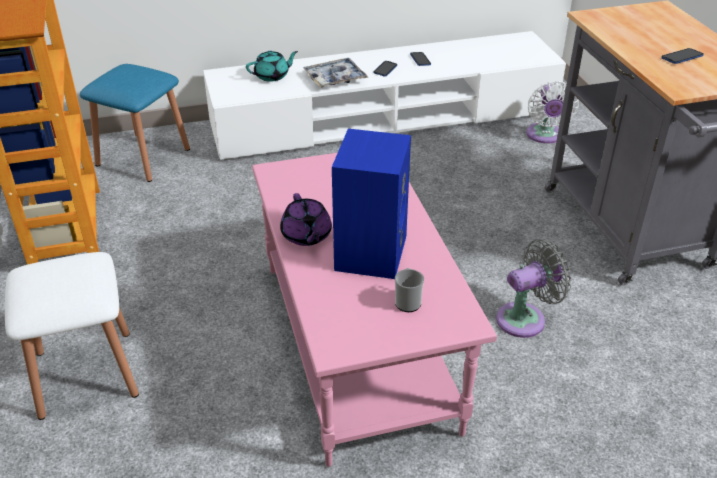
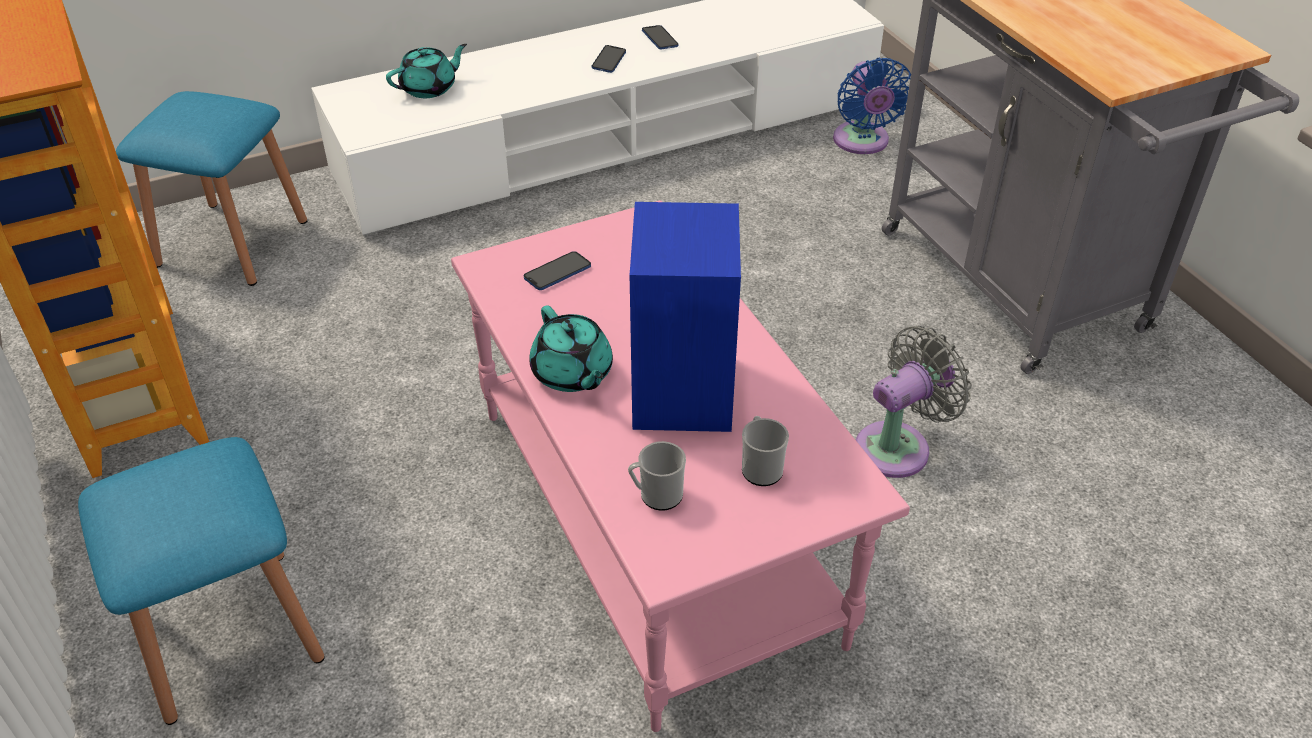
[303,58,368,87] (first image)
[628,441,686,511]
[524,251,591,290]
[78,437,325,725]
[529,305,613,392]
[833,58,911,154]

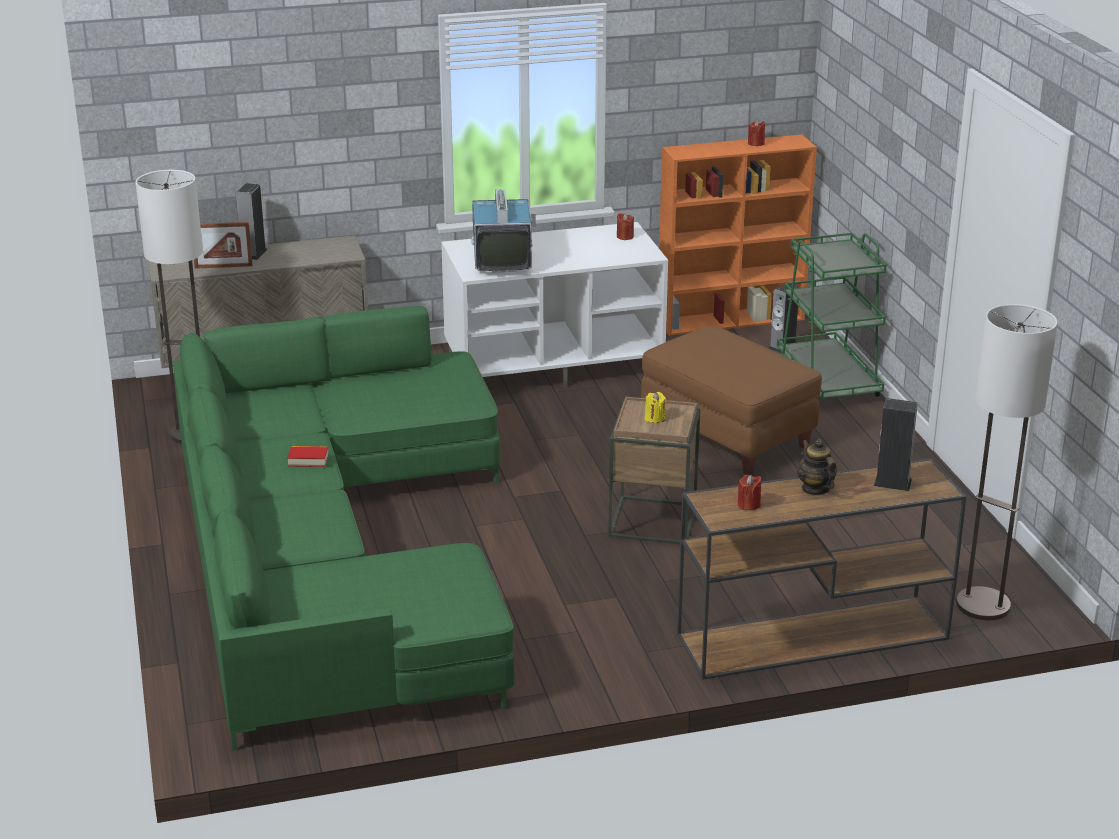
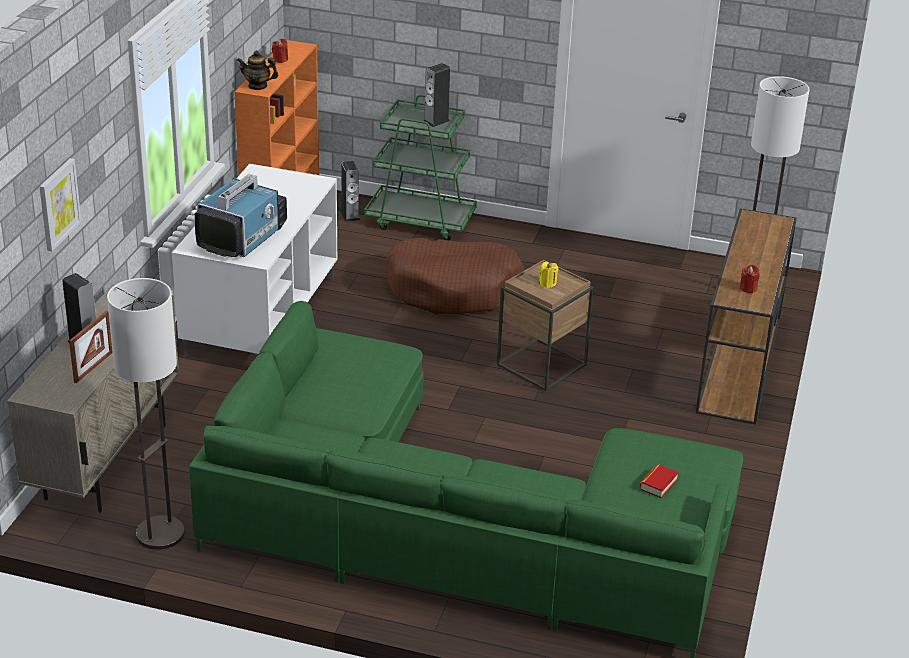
[617,213,634,240] (first image)
[40,158,81,251]
[640,464,679,498]
[237,51,278,90]
[424,63,450,127]
[385,238,525,314]
[195,174,287,257]

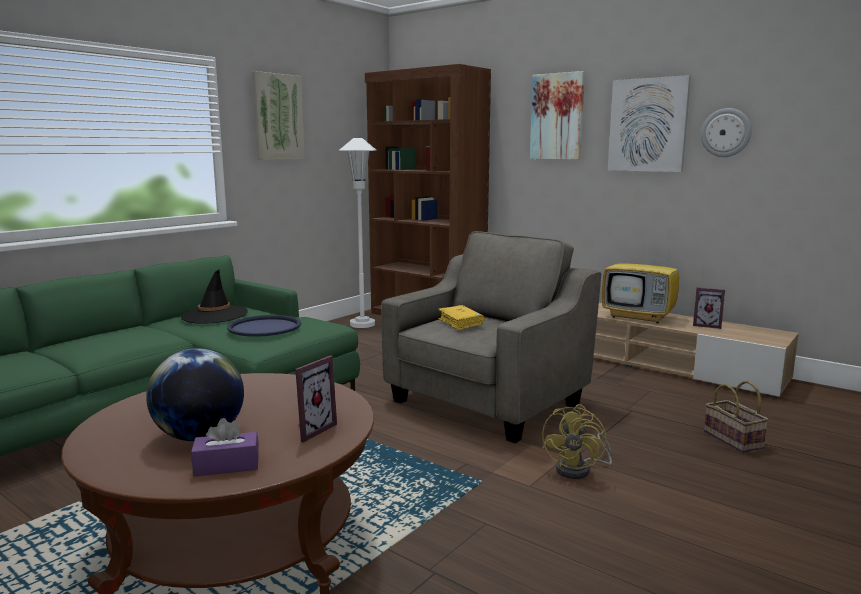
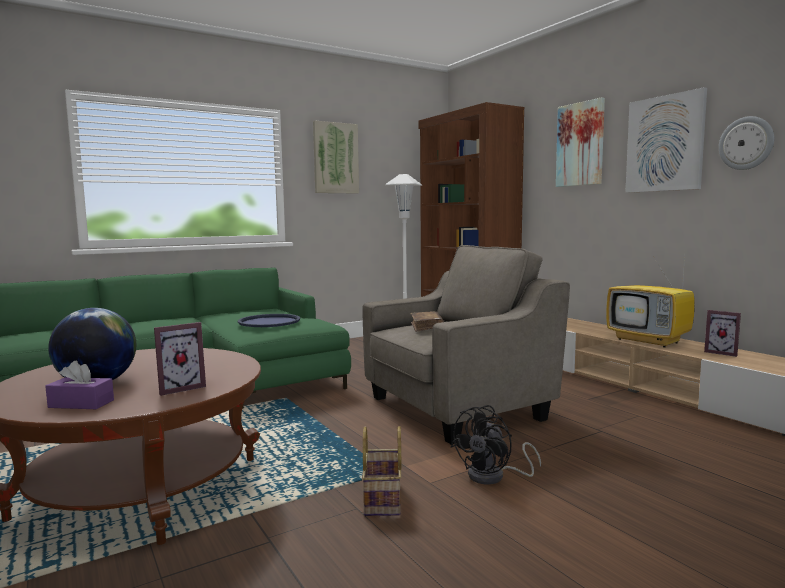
[181,269,248,323] (first image)
[362,426,402,516]
[410,311,444,332]
[451,405,541,485]

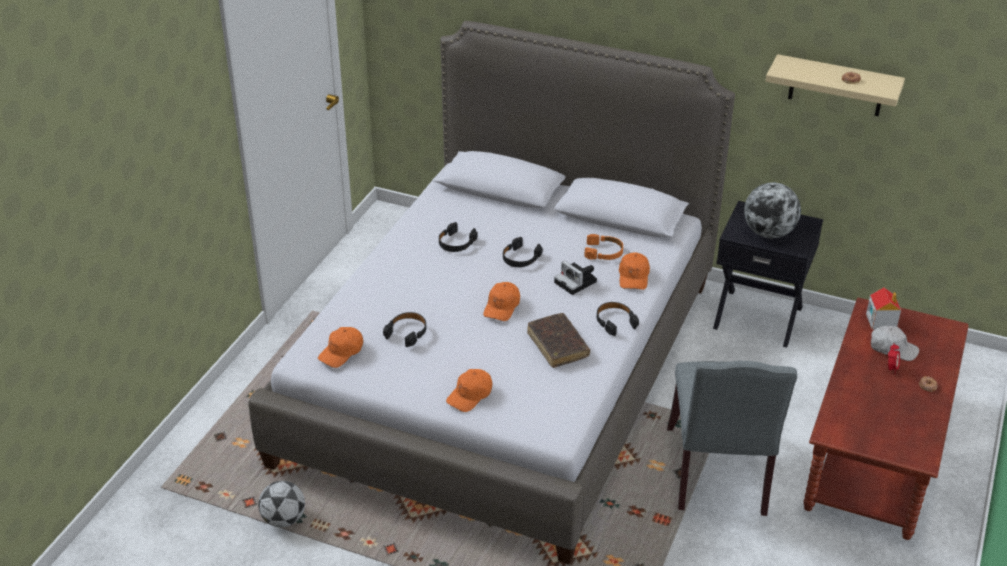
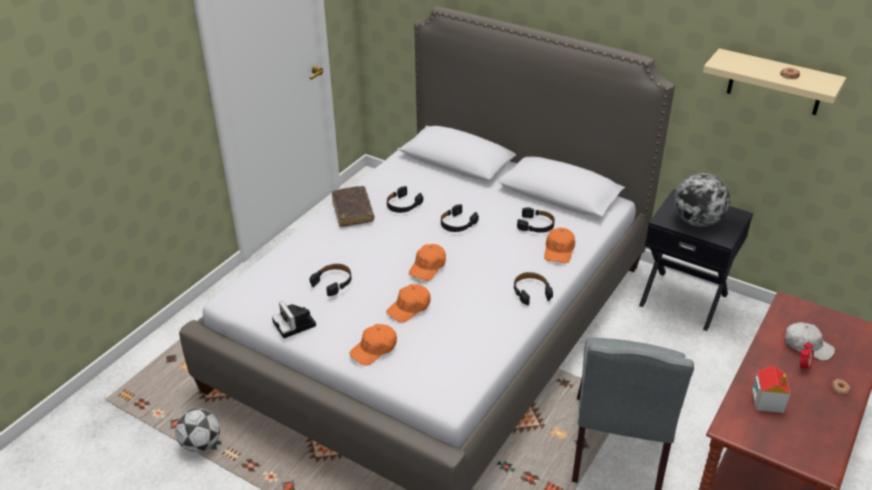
[386,284,431,323]
[332,186,374,227]
[272,301,316,338]
[752,365,790,413]
[517,207,555,233]

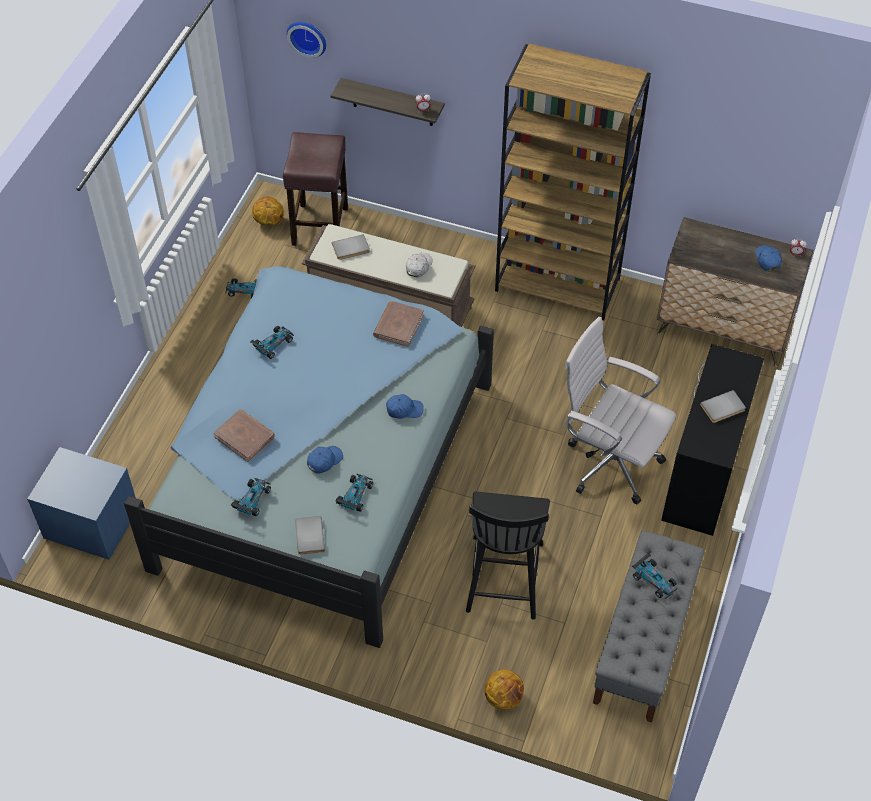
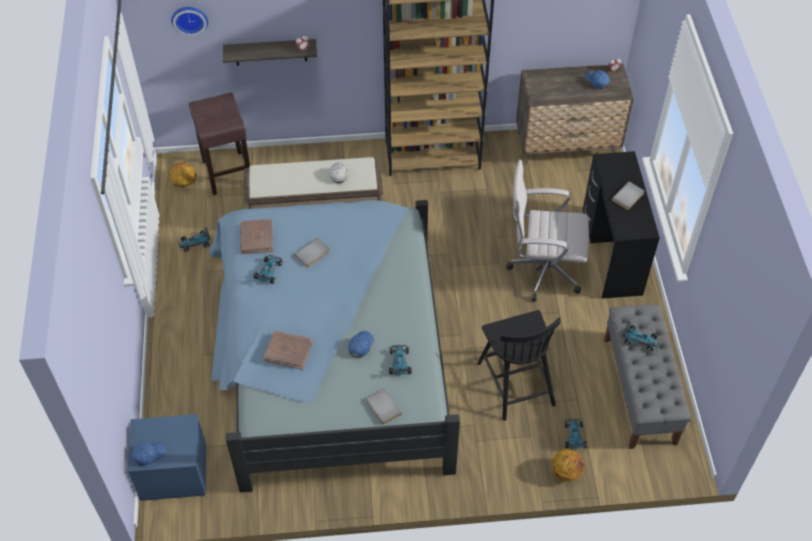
[564,419,587,449]
[294,238,330,268]
[240,219,273,254]
[132,442,166,466]

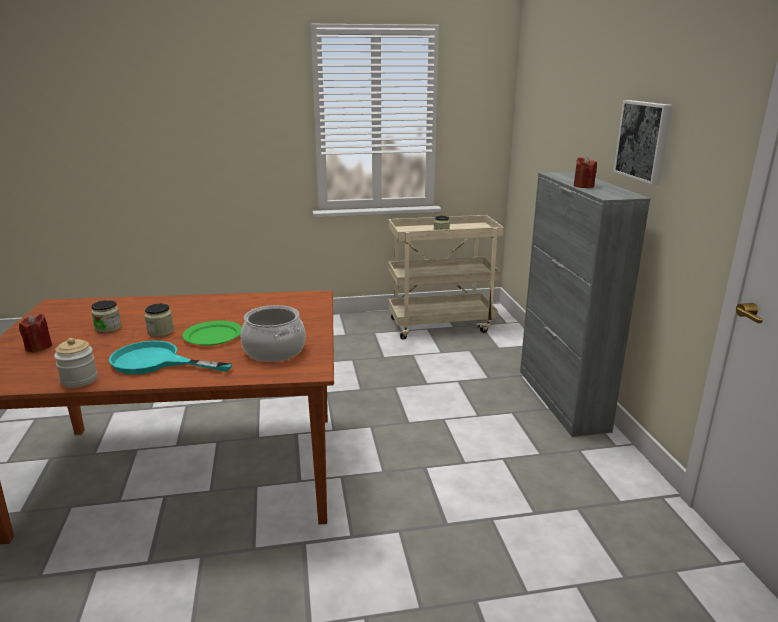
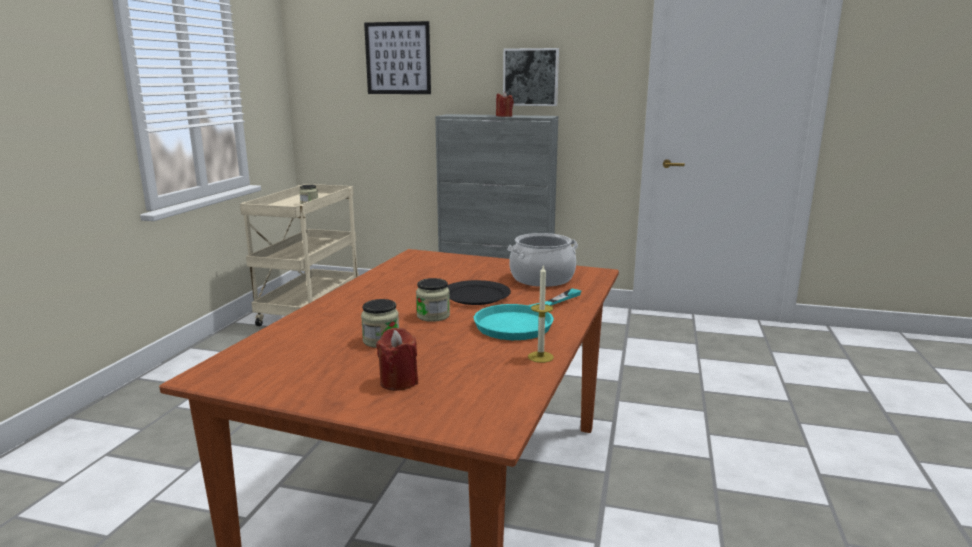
[364,21,431,94]
[528,264,554,363]
[447,280,511,305]

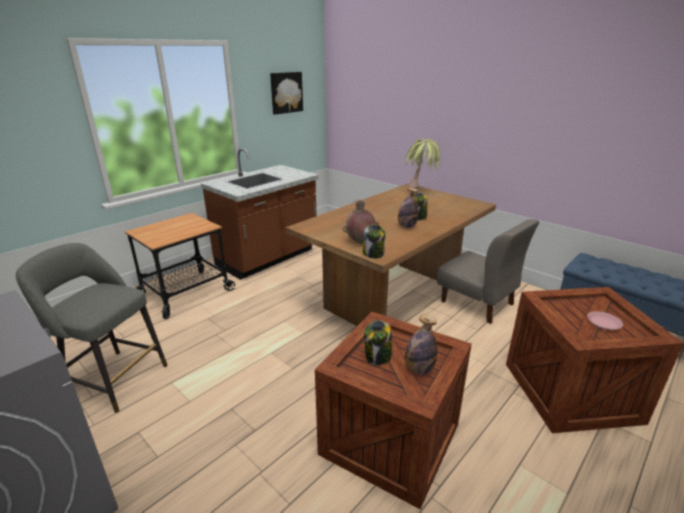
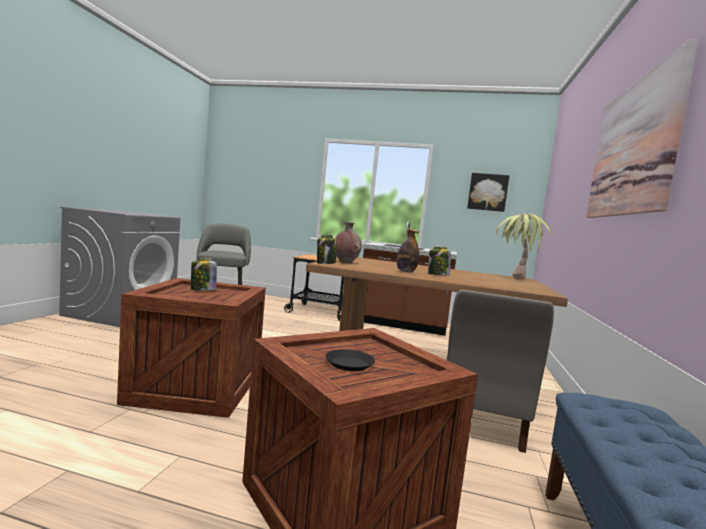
[405,315,438,375] (first image)
[586,40,698,218]
[325,349,375,371]

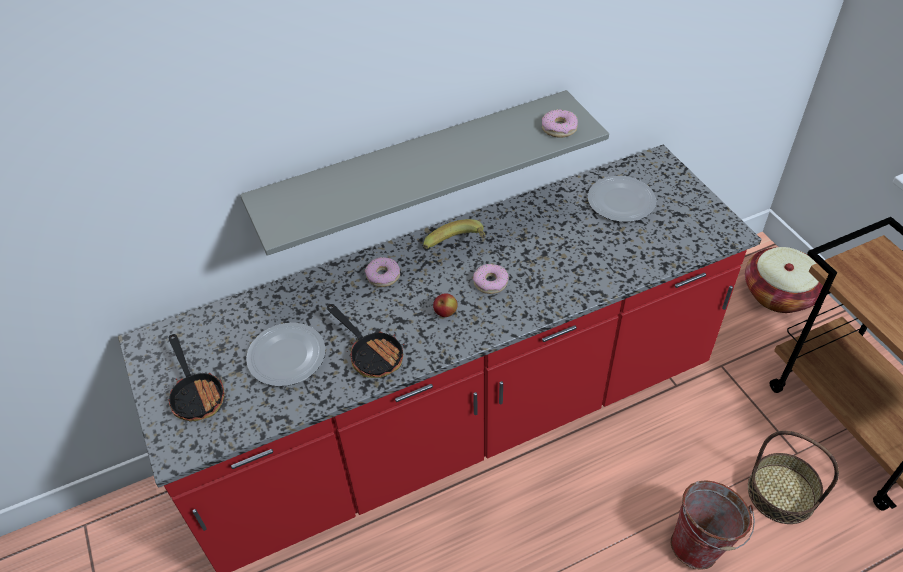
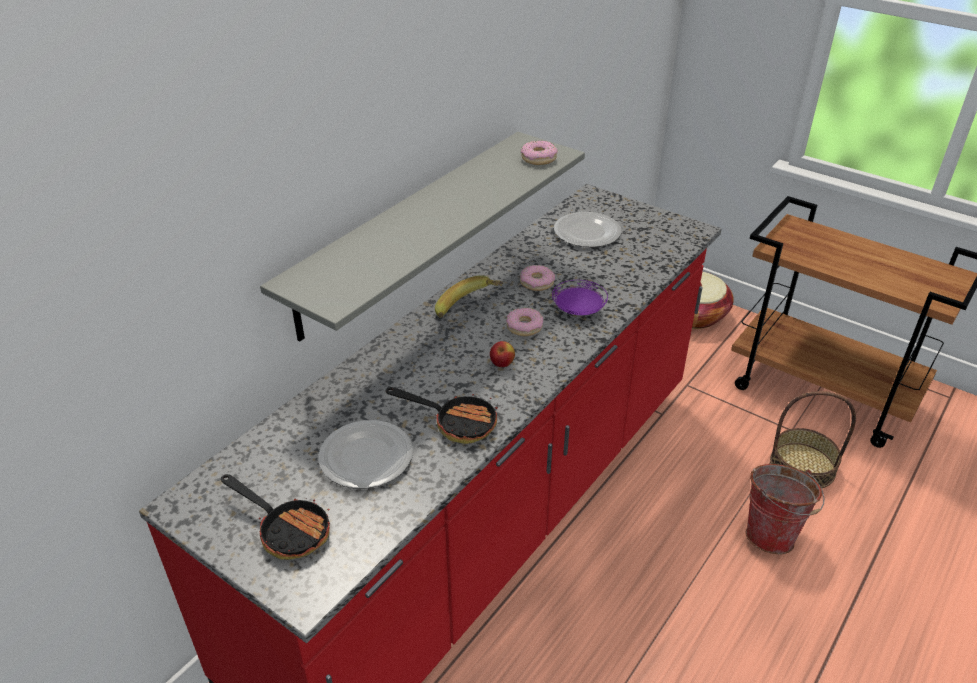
[552,280,608,315]
[520,265,555,291]

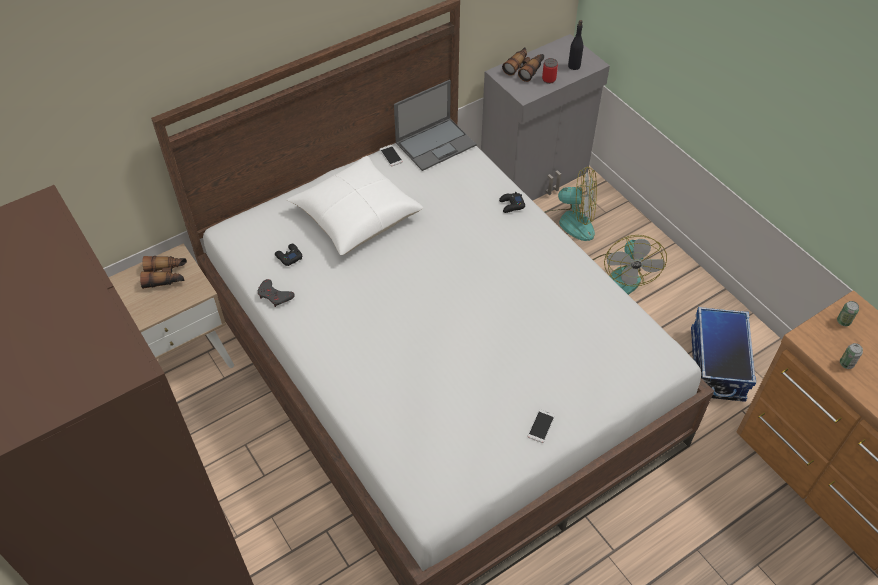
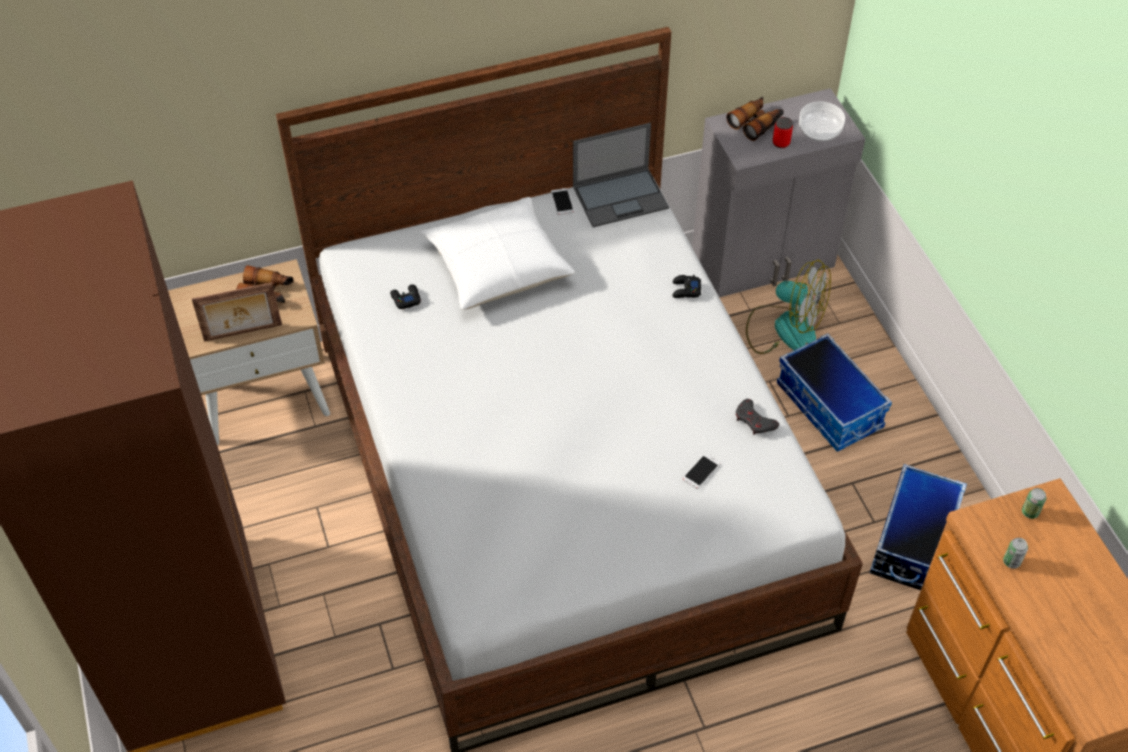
[192,282,282,341]
[736,399,779,435]
[682,454,720,489]
[799,101,845,142]
[777,333,892,452]

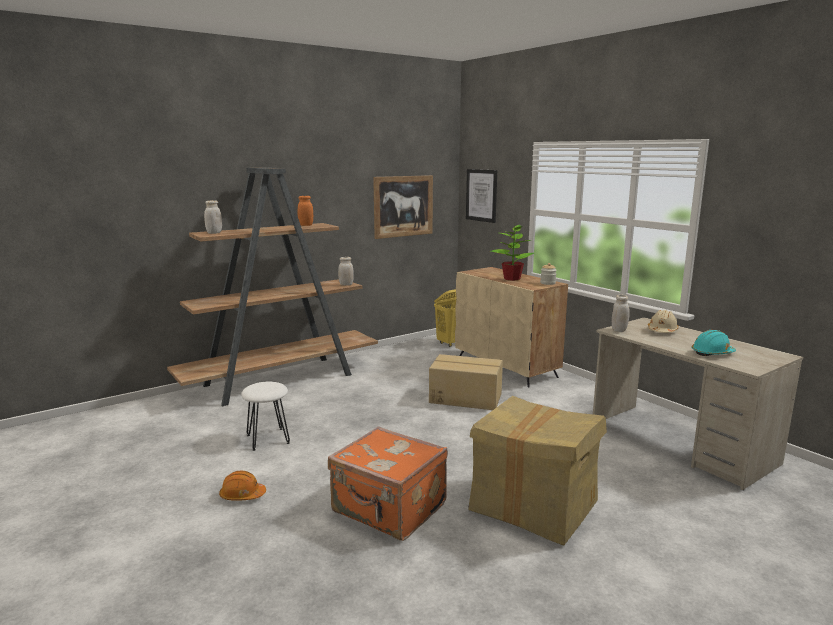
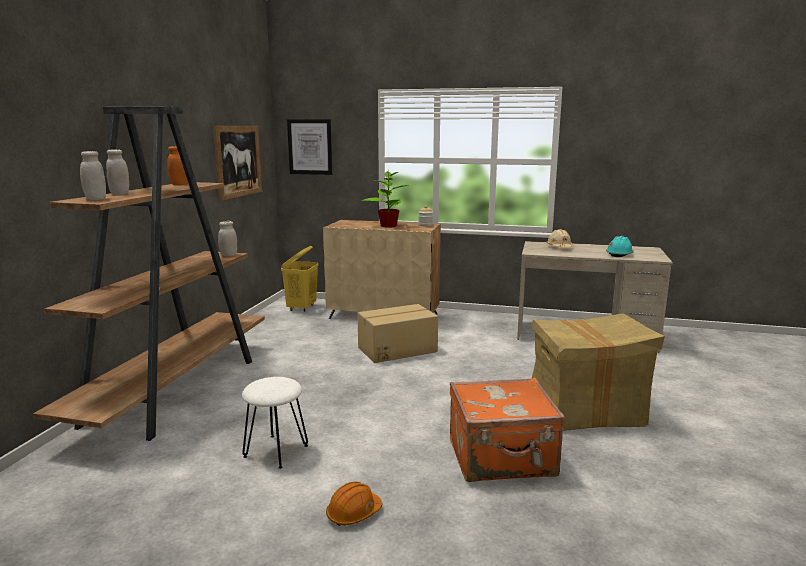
[106,149,129,195]

